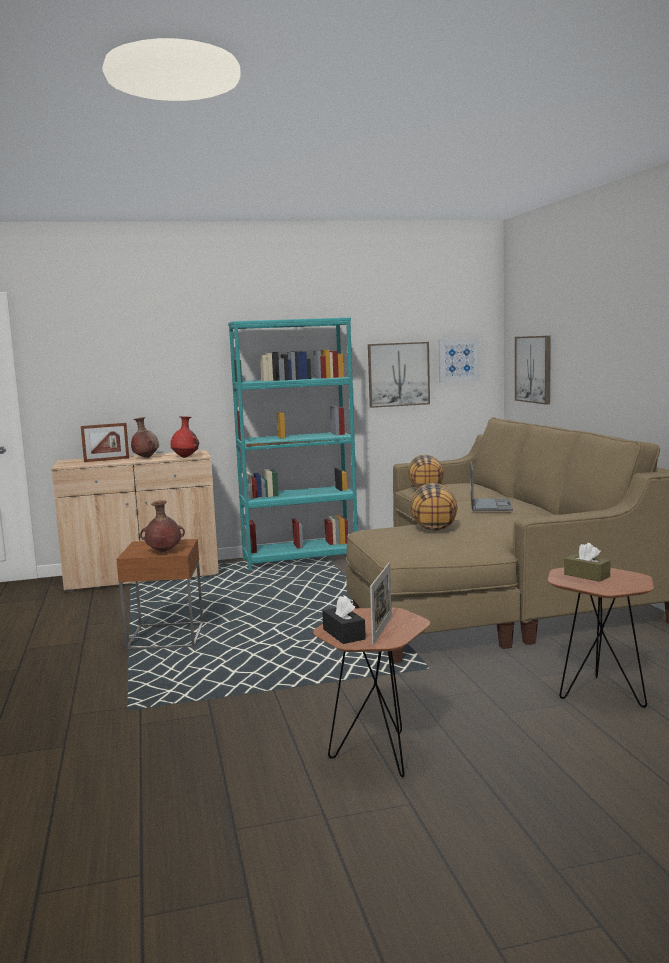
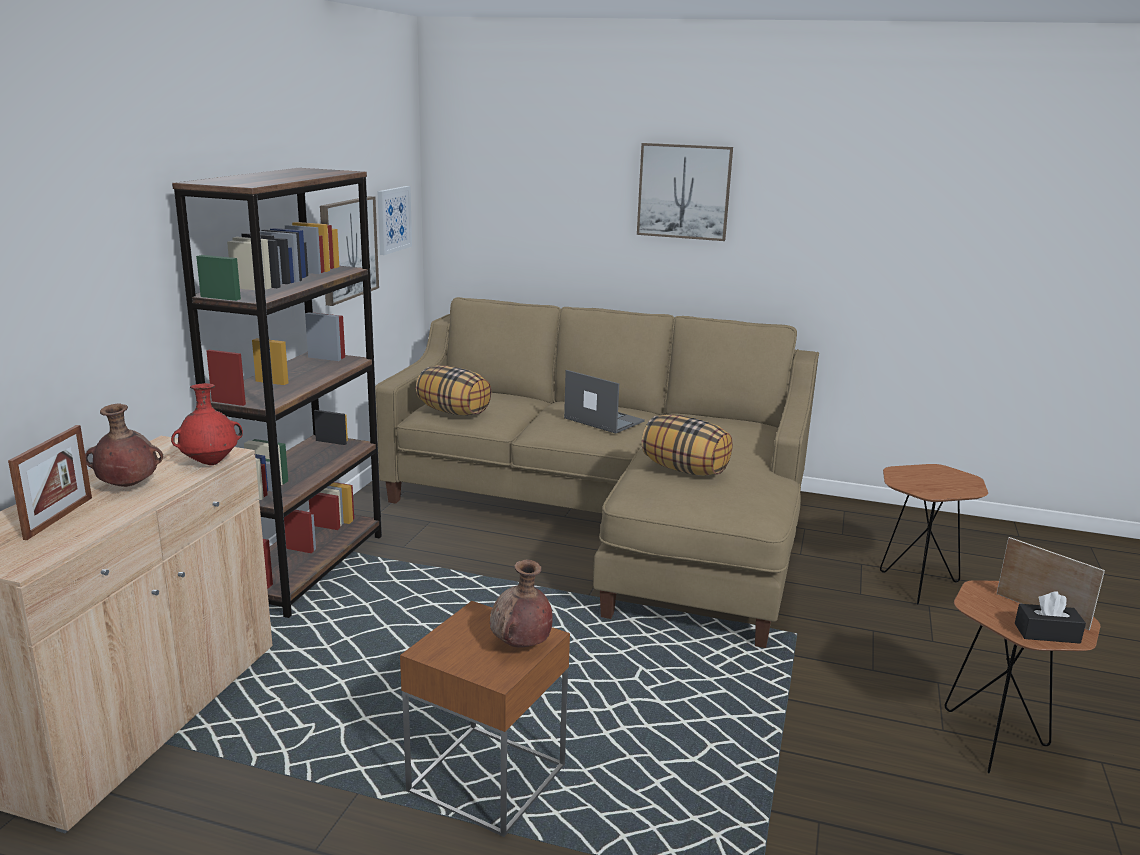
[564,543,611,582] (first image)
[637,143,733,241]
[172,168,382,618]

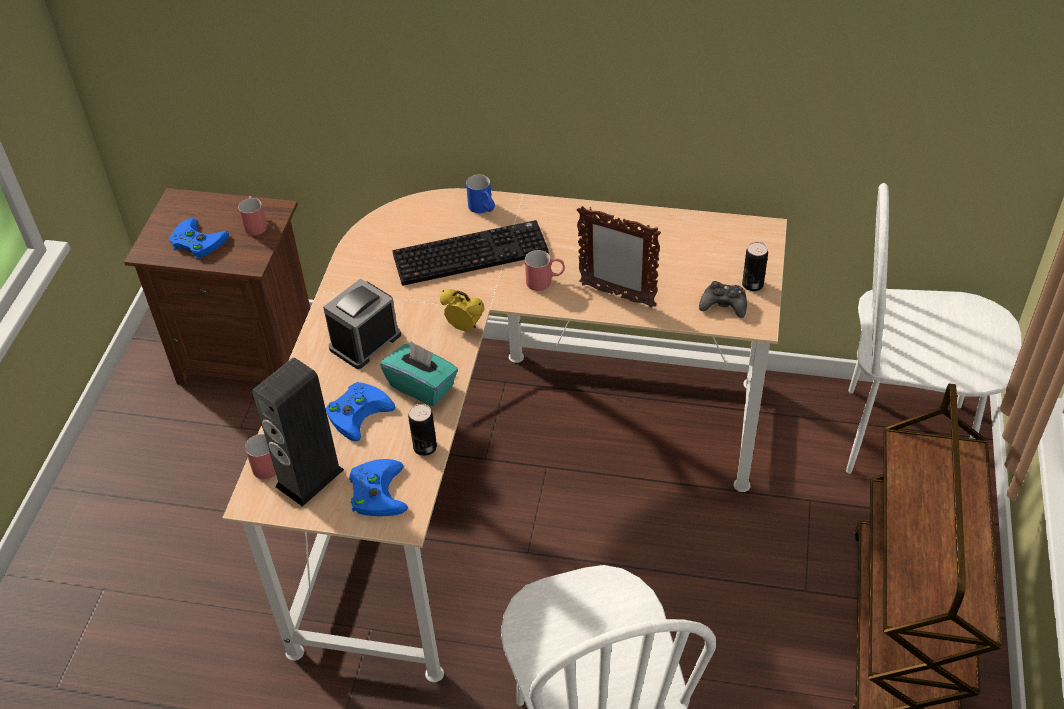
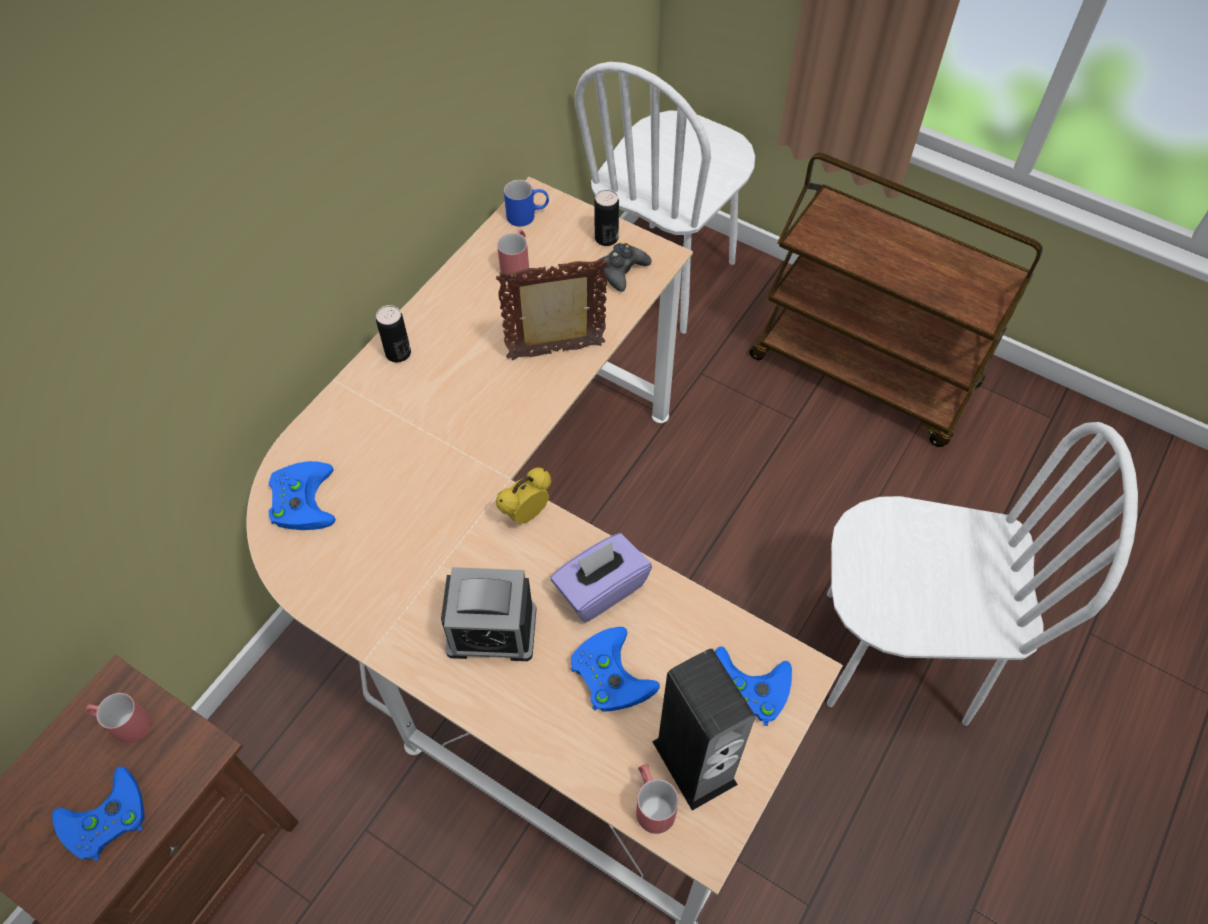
[393,220,549,286] (first image)
[268,461,336,530]
[376,305,411,362]
[504,180,549,227]
[497,229,529,278]
[551,533,652,623]
[441,567,536,661]
[496,258,608,360]

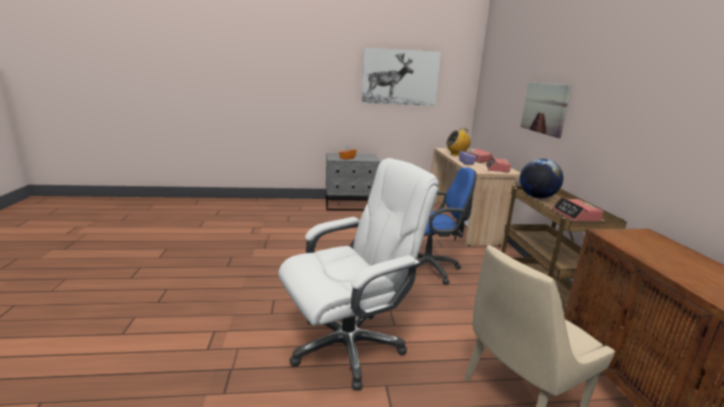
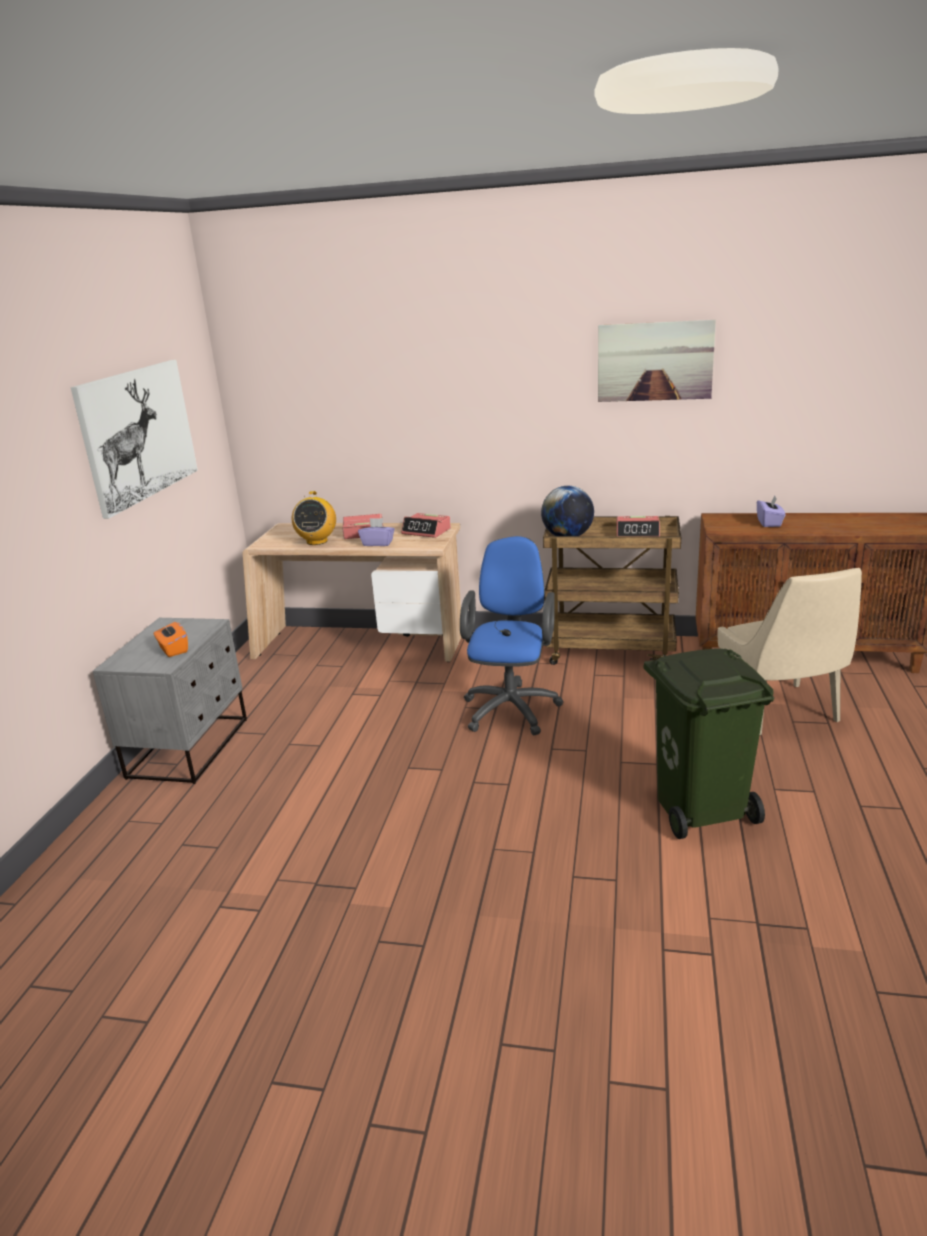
[757,495,785,527]
[598,320,716,402]
[644,648,774,839]

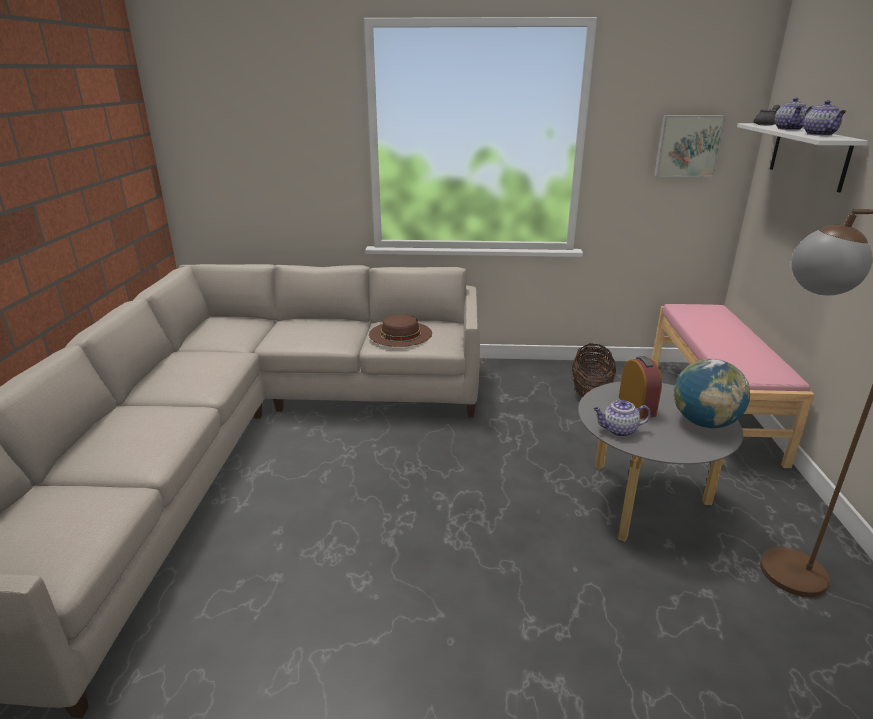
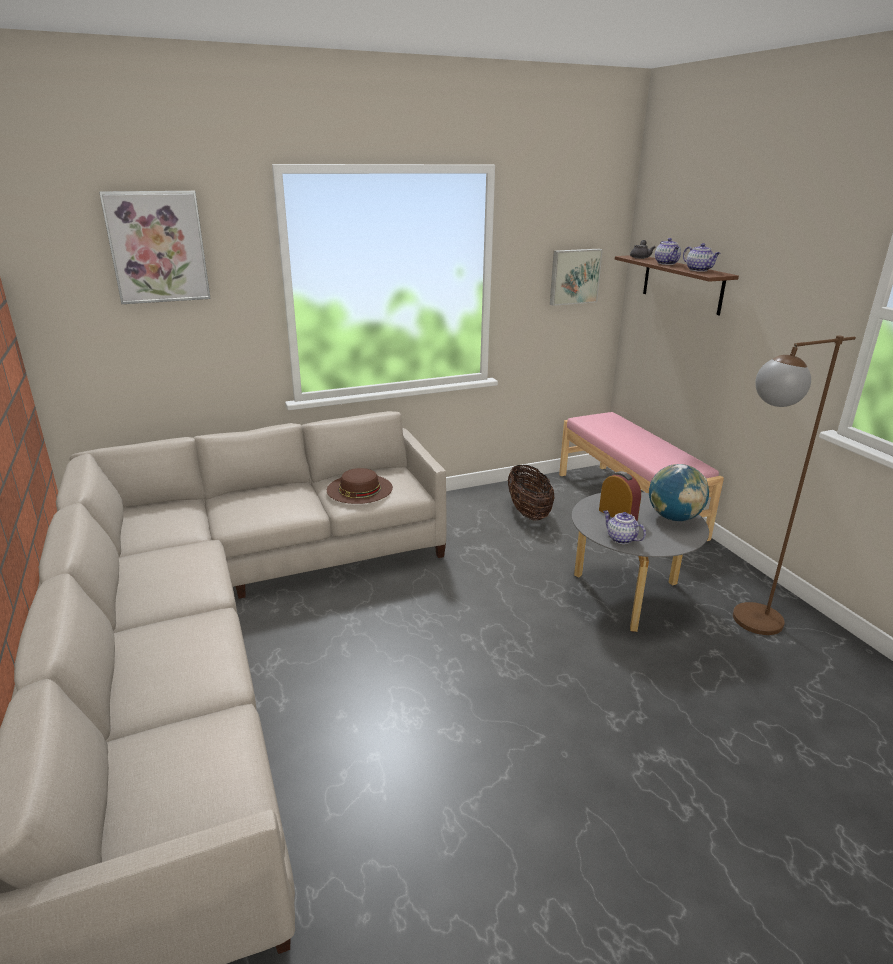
[99,191,211,304]
[615,255,739,315]
[603,510,646,544]

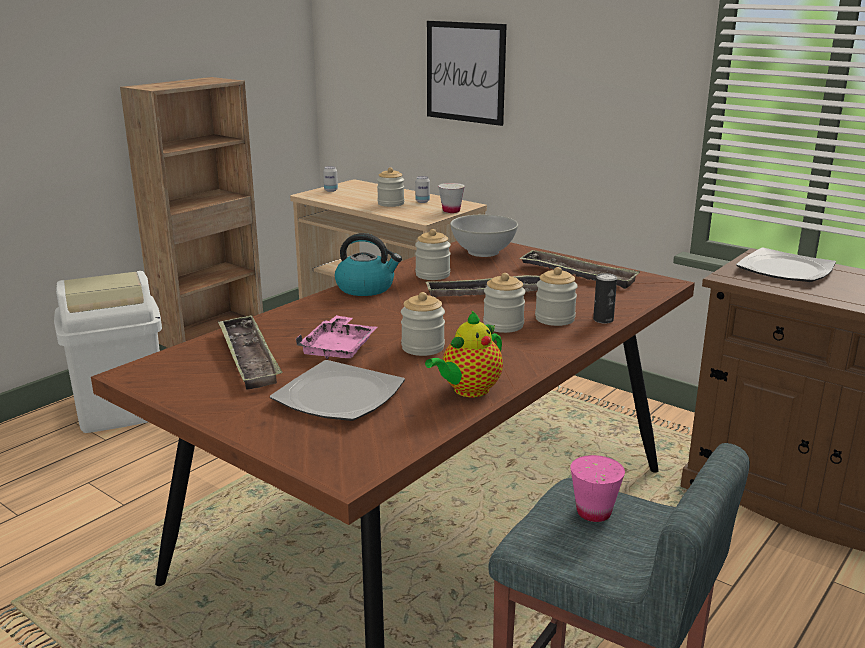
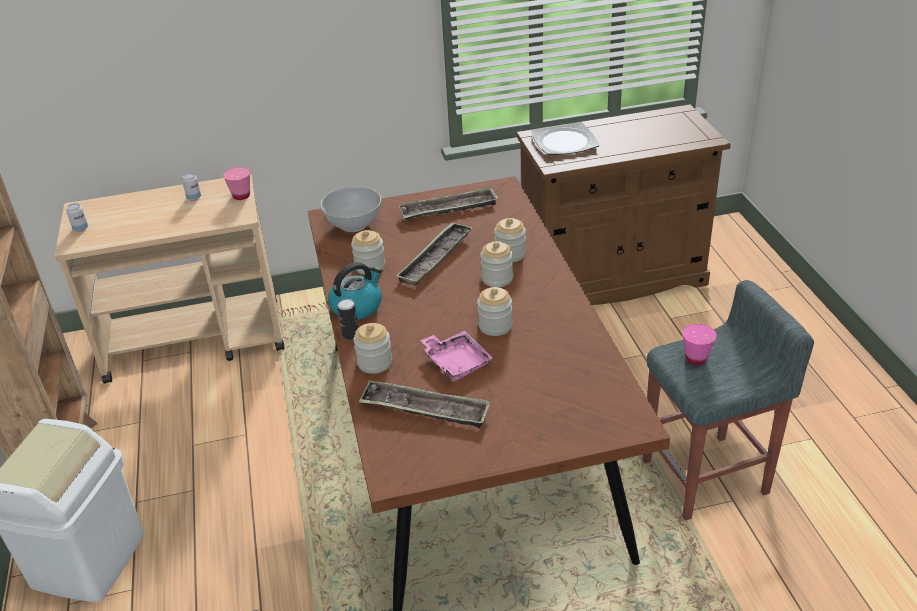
[270,360,405,421] (first image)
[425,311,503,397] (first image)
[427,21,507,126] (first image)
[354,323,392,374]
[337,299,358,340]
[223,167,250,200]

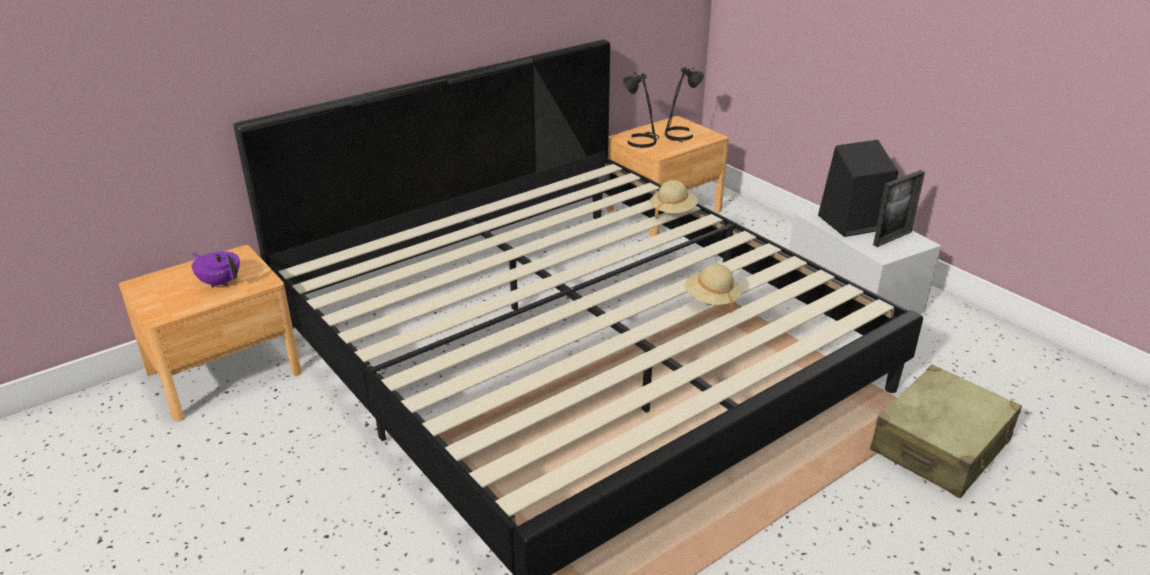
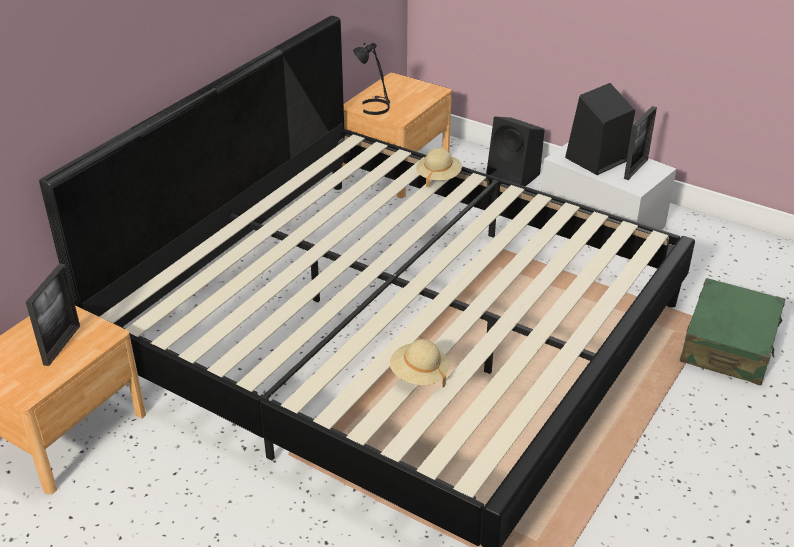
[665,67,704,142] (first image)
[486,116,545,186]
[390,339,450,387]
[26,263,80,366]
[680,278,785,385]

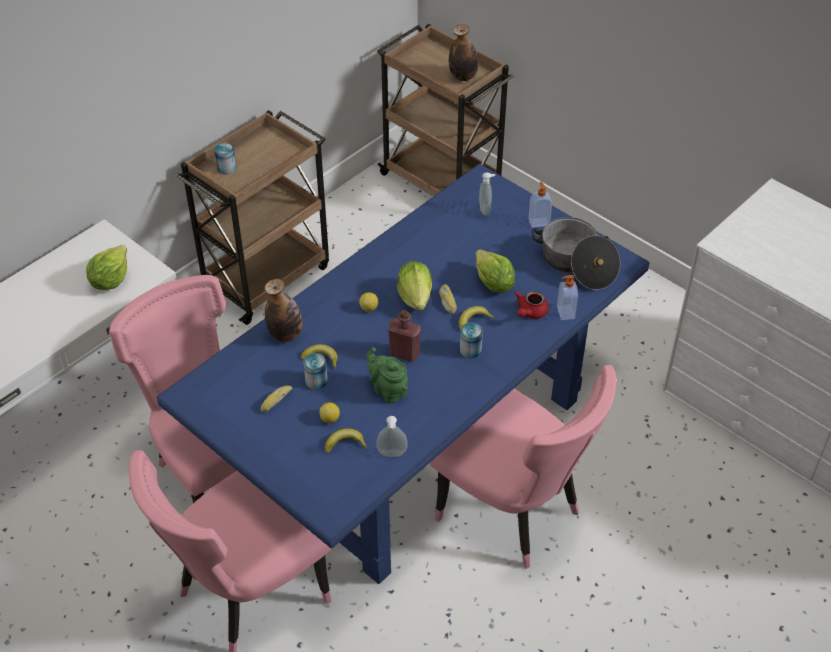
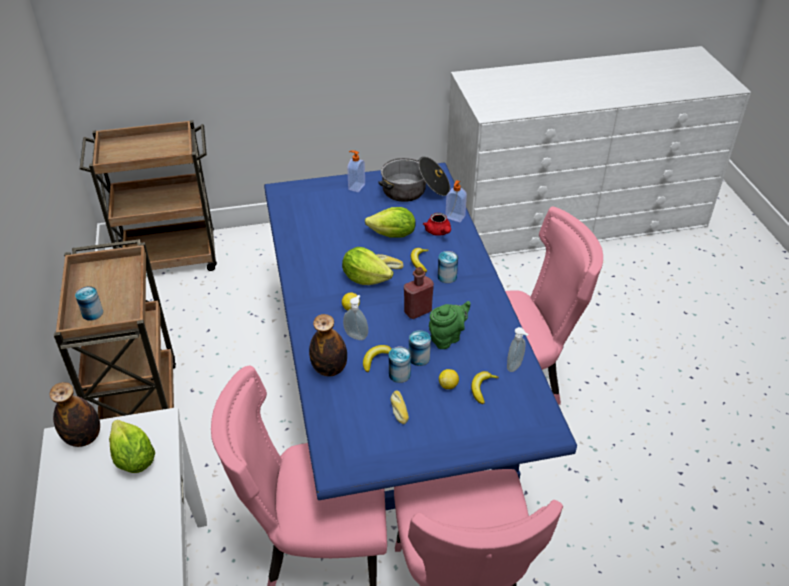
[409,330,431,366]
[50,382,100,447]
[343,295,368,340]
[429,301,471,349]

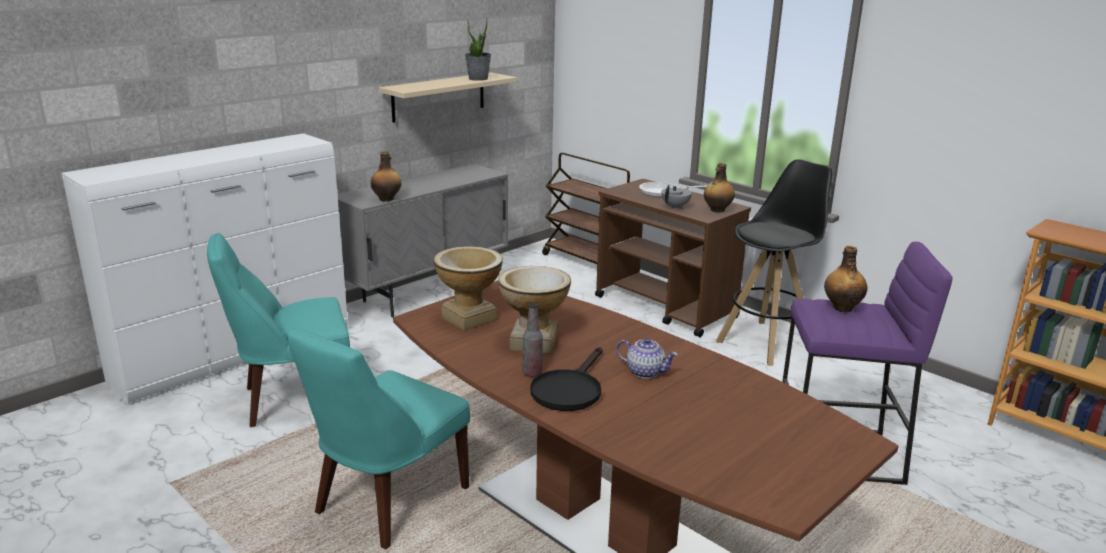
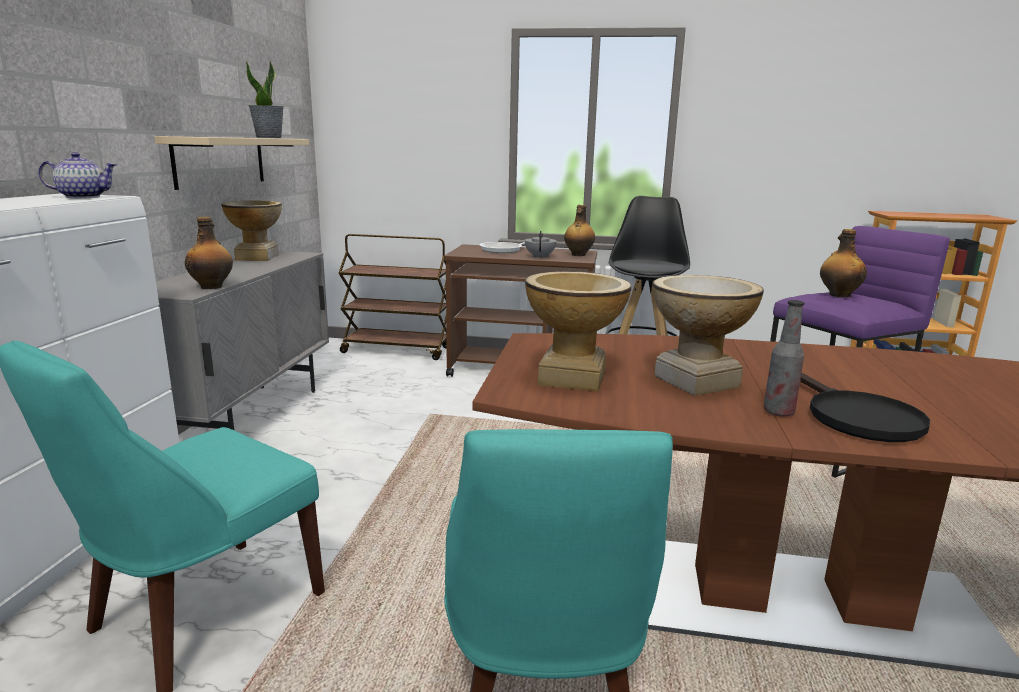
[221,200,282,261]
[38,152,117,198]

